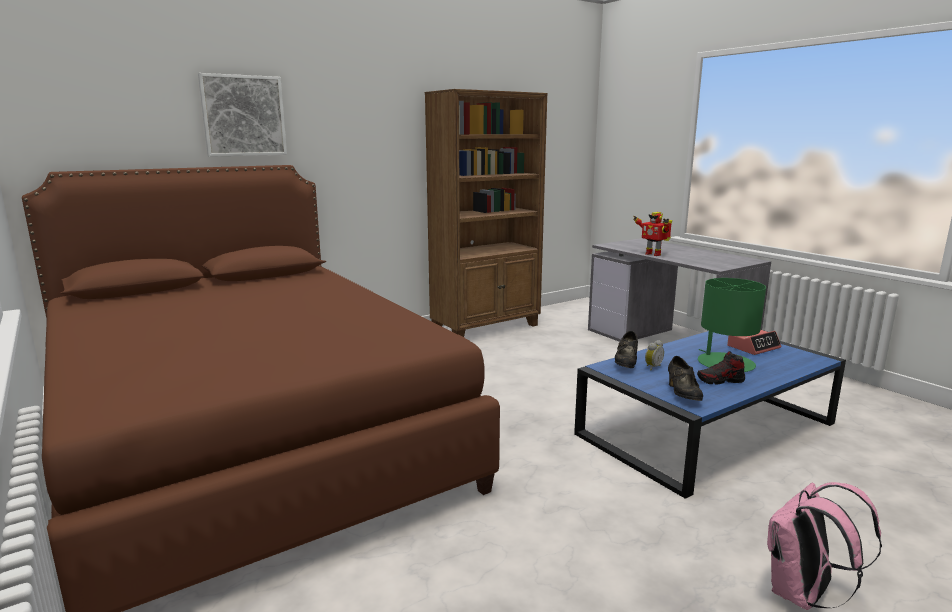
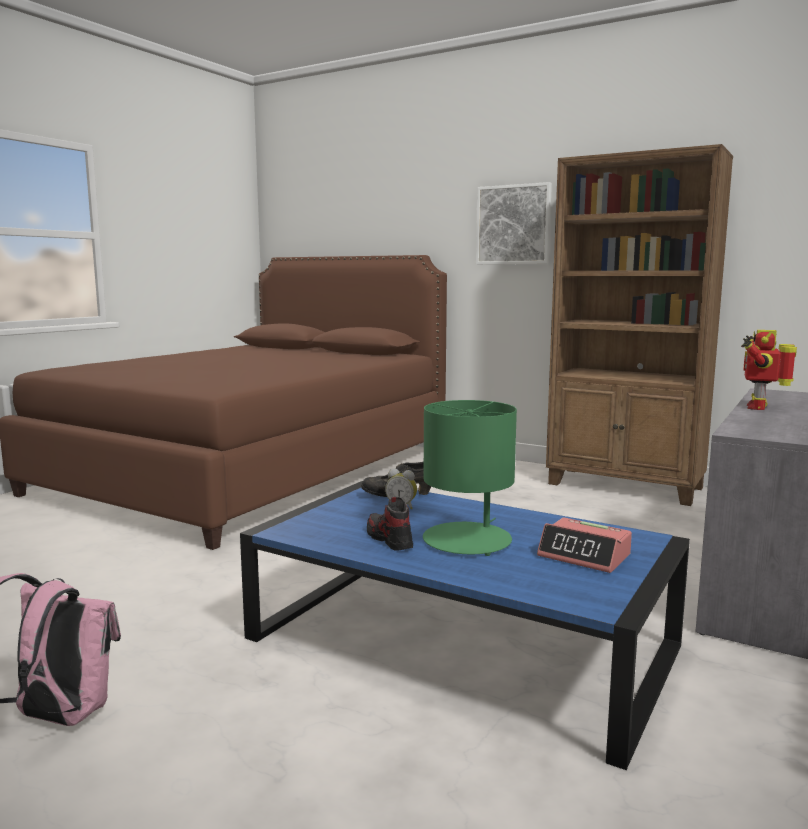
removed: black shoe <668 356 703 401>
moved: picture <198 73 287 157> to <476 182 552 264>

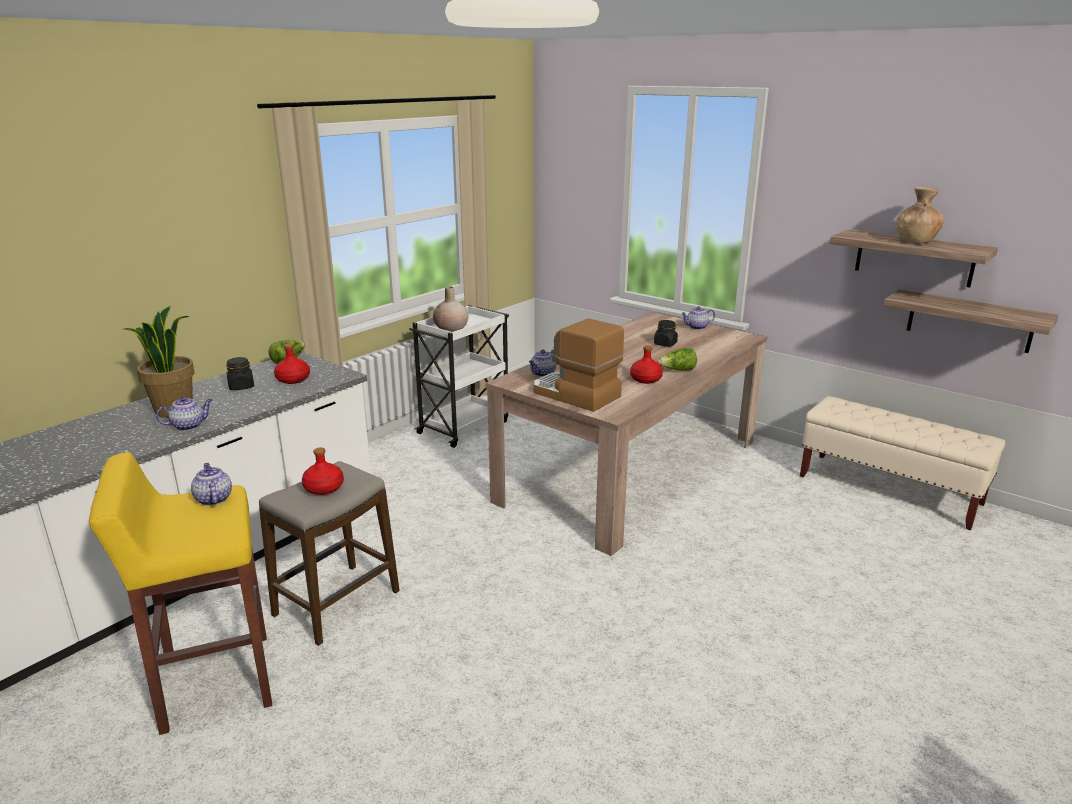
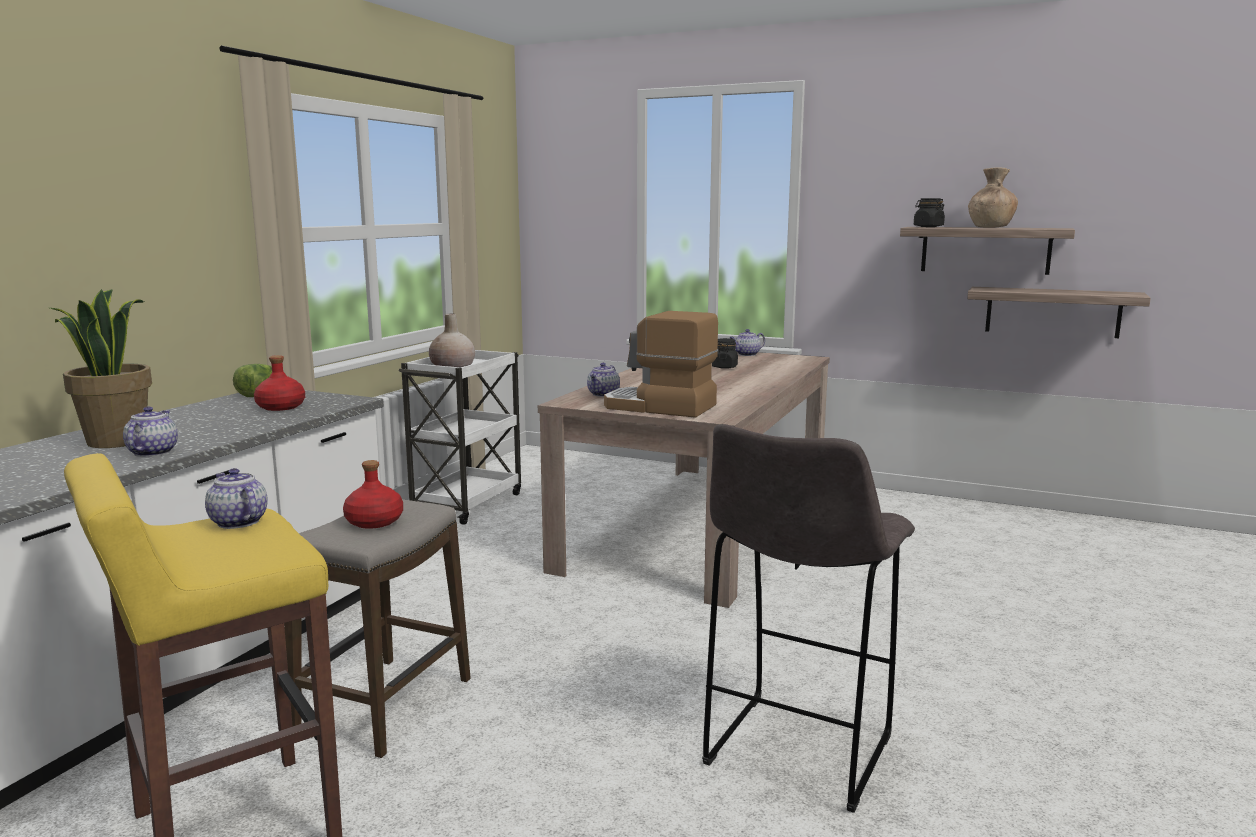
removed: red bottle <630 346 663 384>; lettuce <658 348 697 371>; beige bench <800 396 1005 530>
added: grey stool <702 424 915 813>
moved: black jar <226 357 254 390> to <914 198 945 227>
turned: teapot <156 397 212 431> = <123 406 178 457> 45 degrees counterclockwise

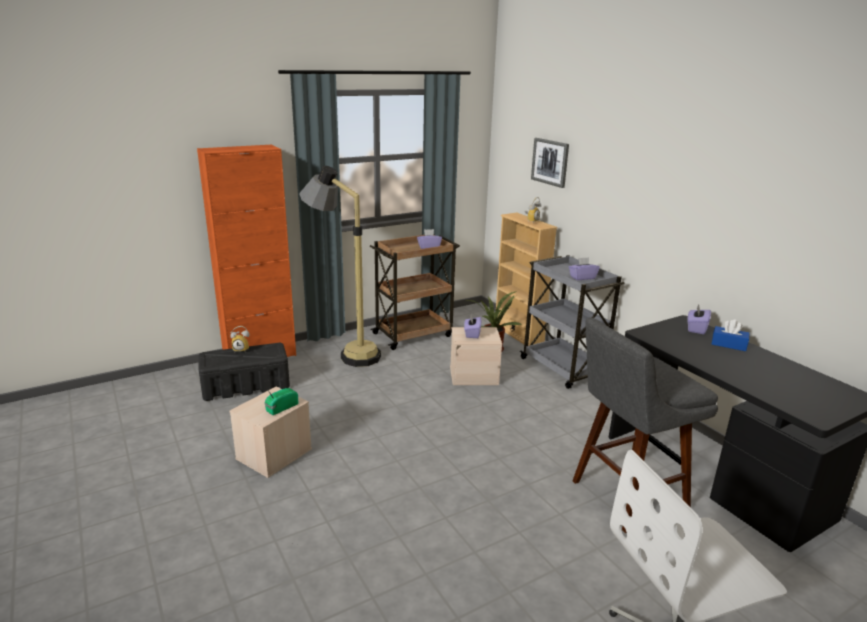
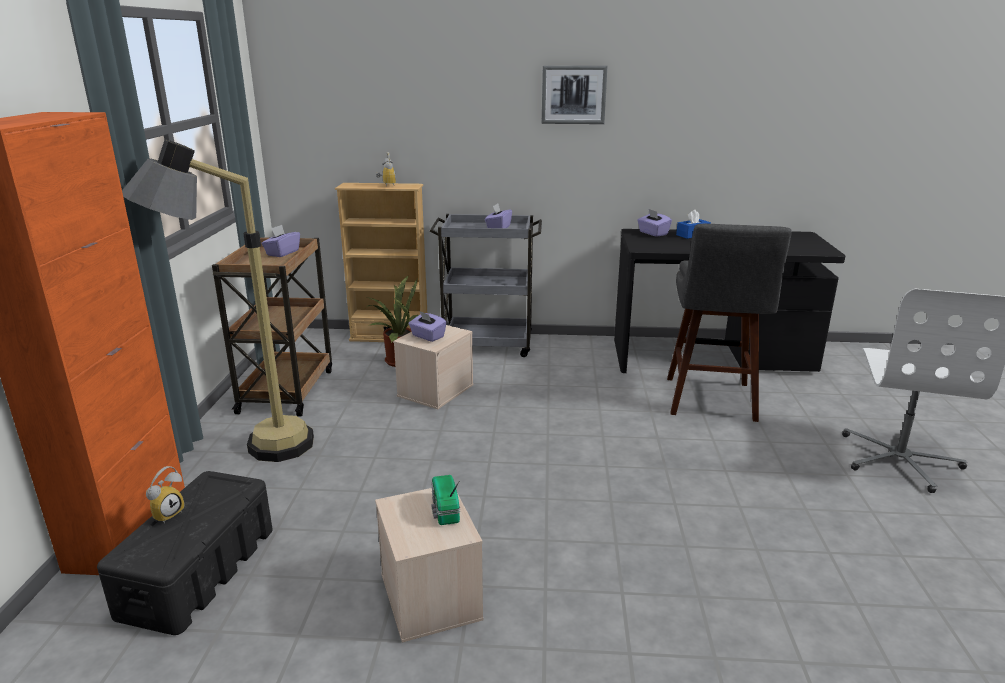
moved: picture <531 138 569 188> to <542 65 608 124>

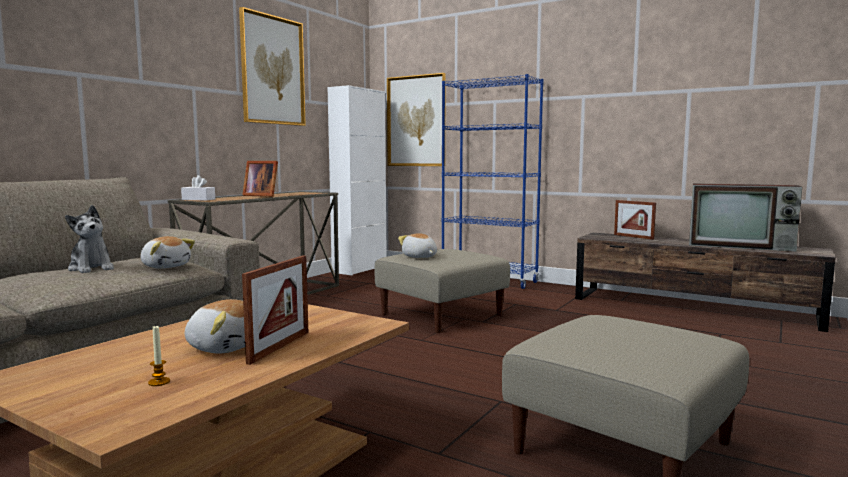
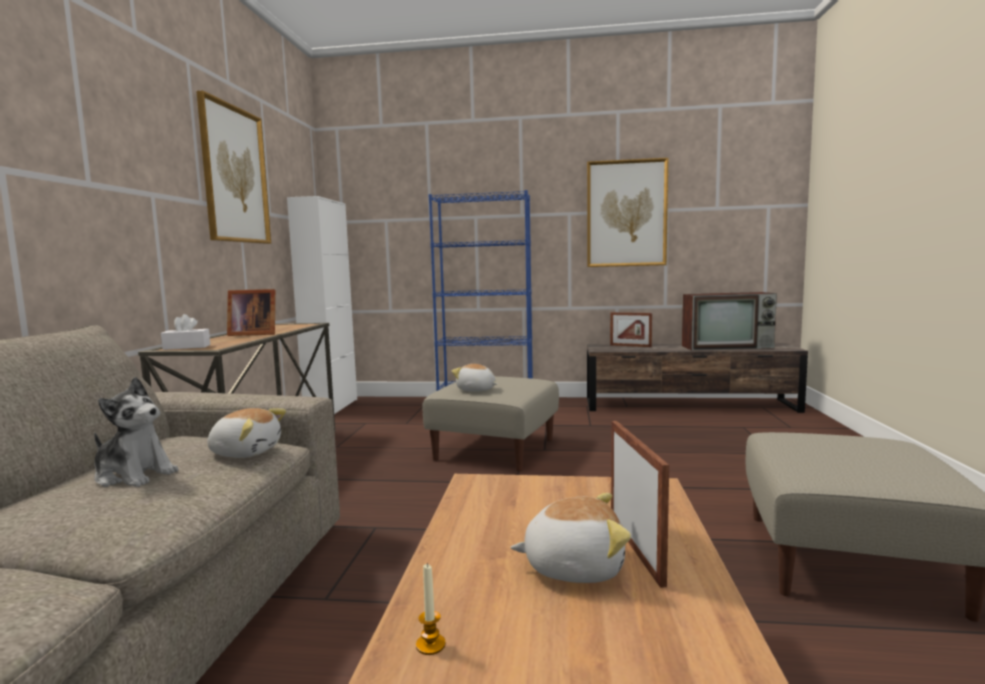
moved: candle <148 325 170 386> to <416 563 445 655>; picture <387 73 446 166> to <587 158 668 267>

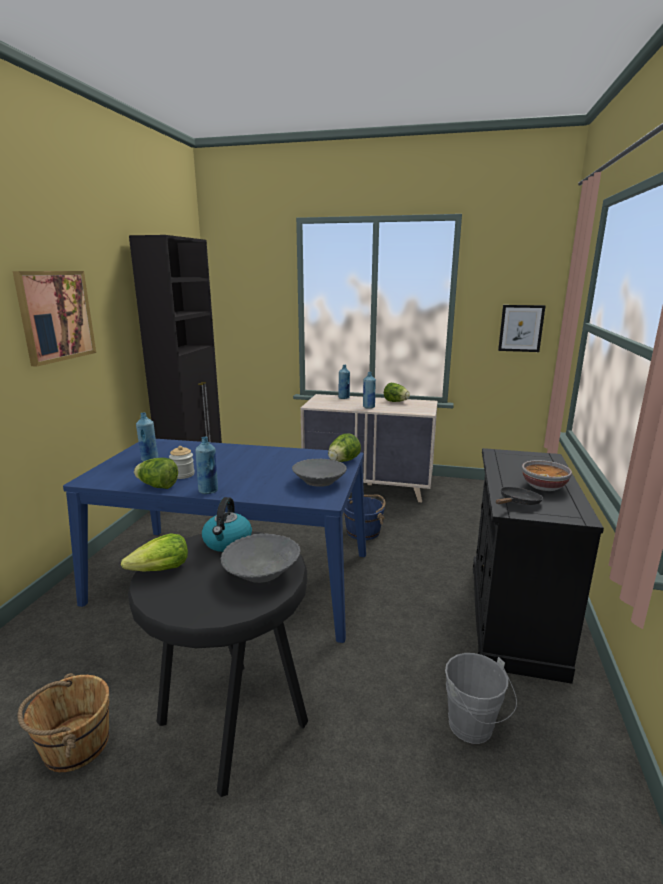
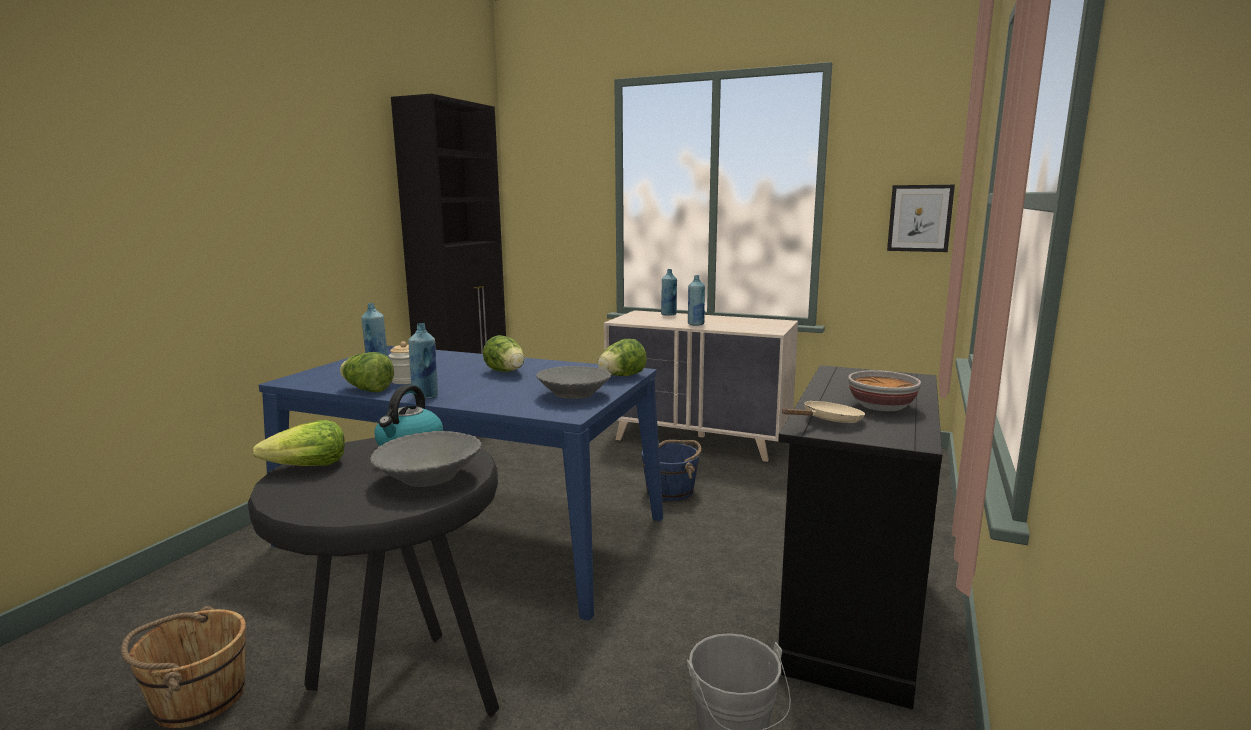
removed: picture <13 271 96 367>
moved: lettuce <384 383 410 402> to <483 335 524 372>
recoloured: black frying pan <496 487 543 505> to beige frying pan <782 401 865 423>

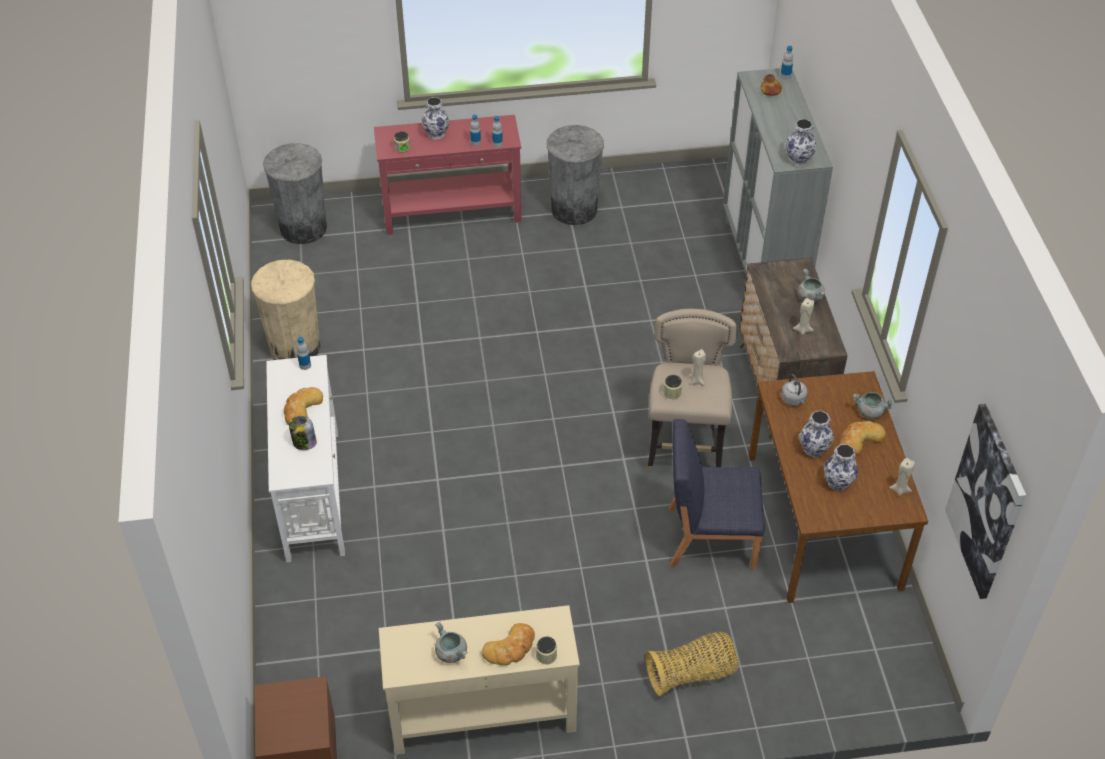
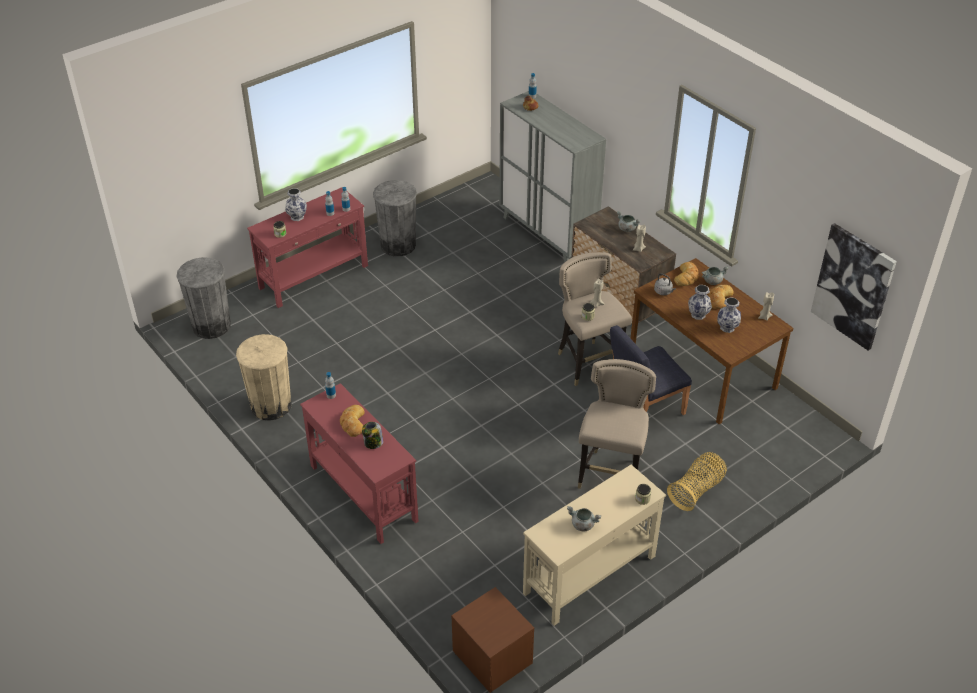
removed: vase <785 119 817 166>
added: beige stool <578 359 656 489>
moved: bread <481 623 535 666> to <674 262 699 286>
recoloured: white console table <266 355 345 562> to red console table <300 383 419 544>

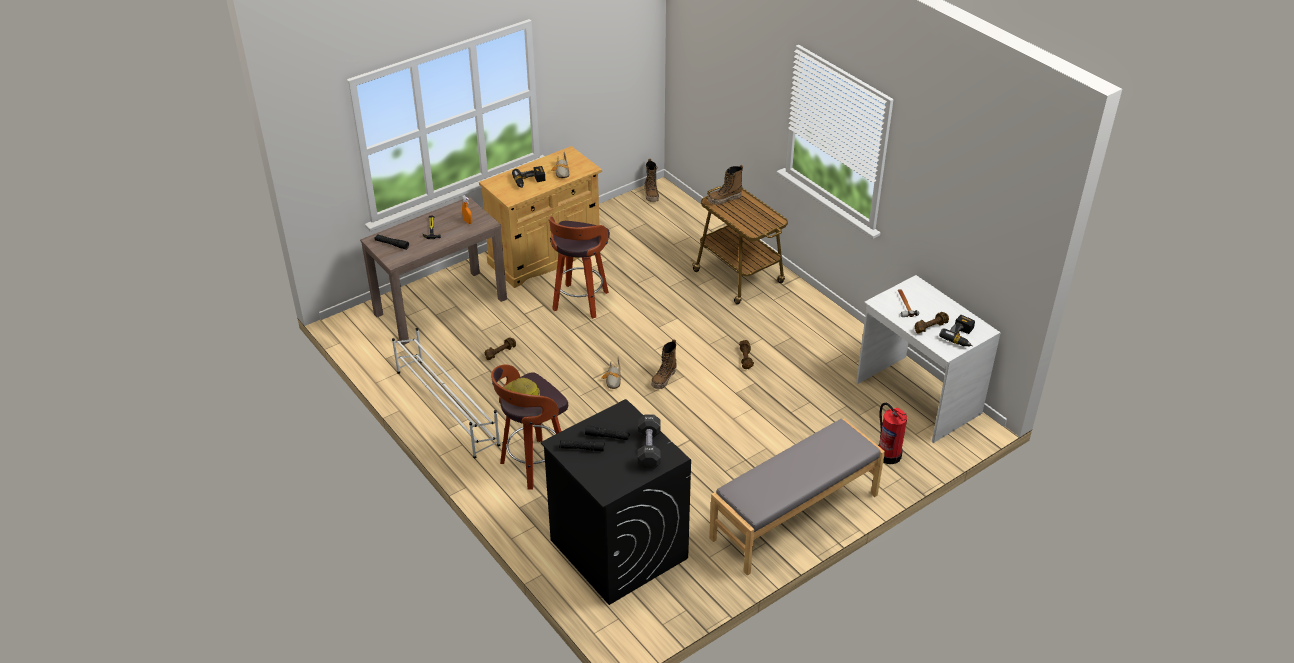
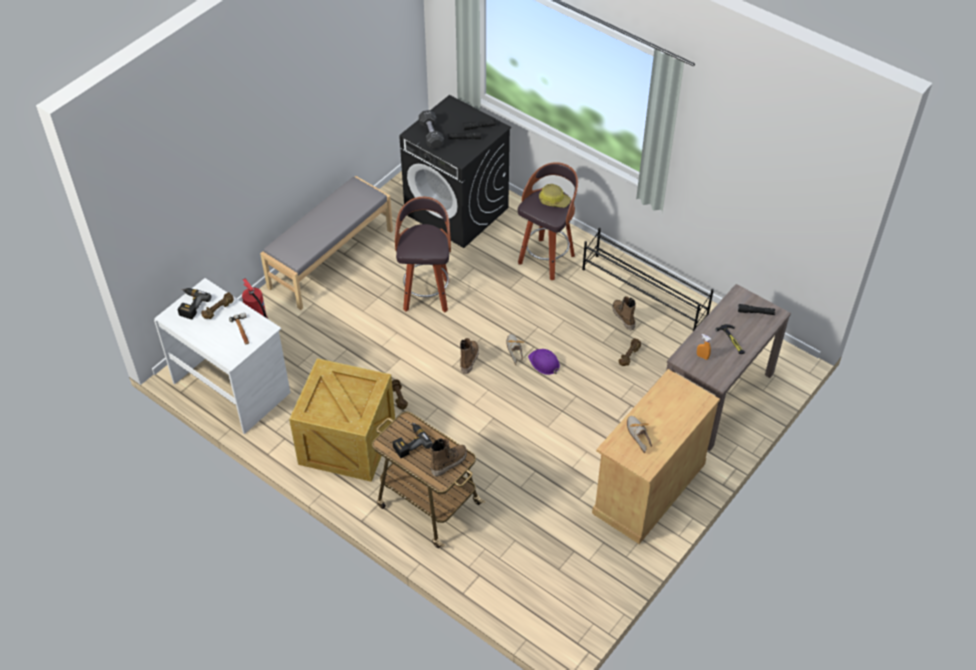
added: crate <289 358 395 482>; purple hard hat <528 349 560 375>
moved: power drill <512 166 545 188> to <393 422 433 458>; stool <549 216 610 319> to <395 197 451 312>; boot <644 159 659 202> to <612 296 636 330>
recoloured: white shoe rack <392 328 500 458> to black shoe rack <582 228 714 331>

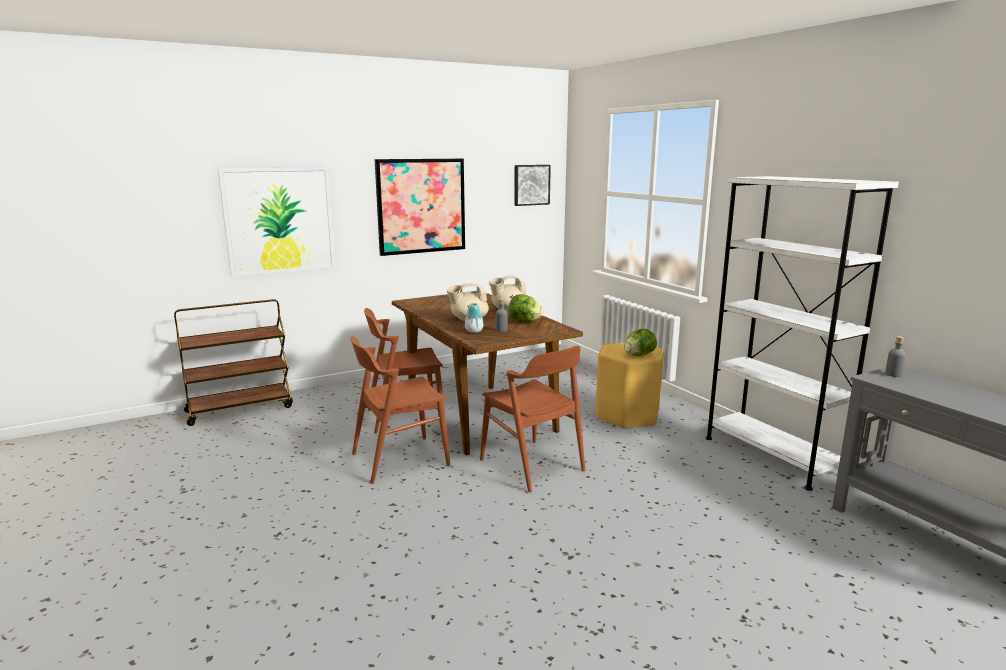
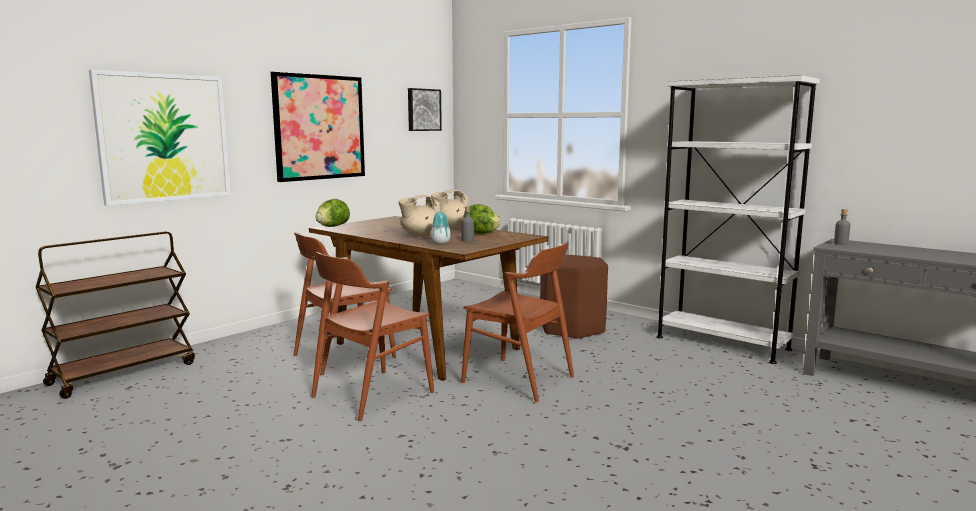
moved: lettuce <624 329 657 356> to <316 199 350 227>
recoloured: yellow stool <596 343 664 429> to brown stool <540 255 608 339>

